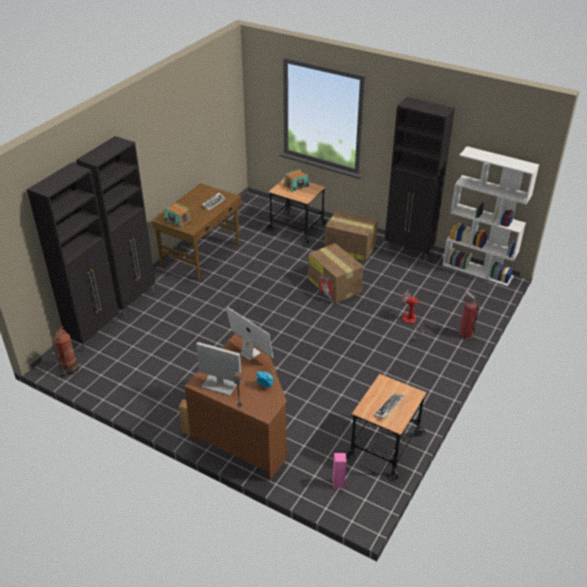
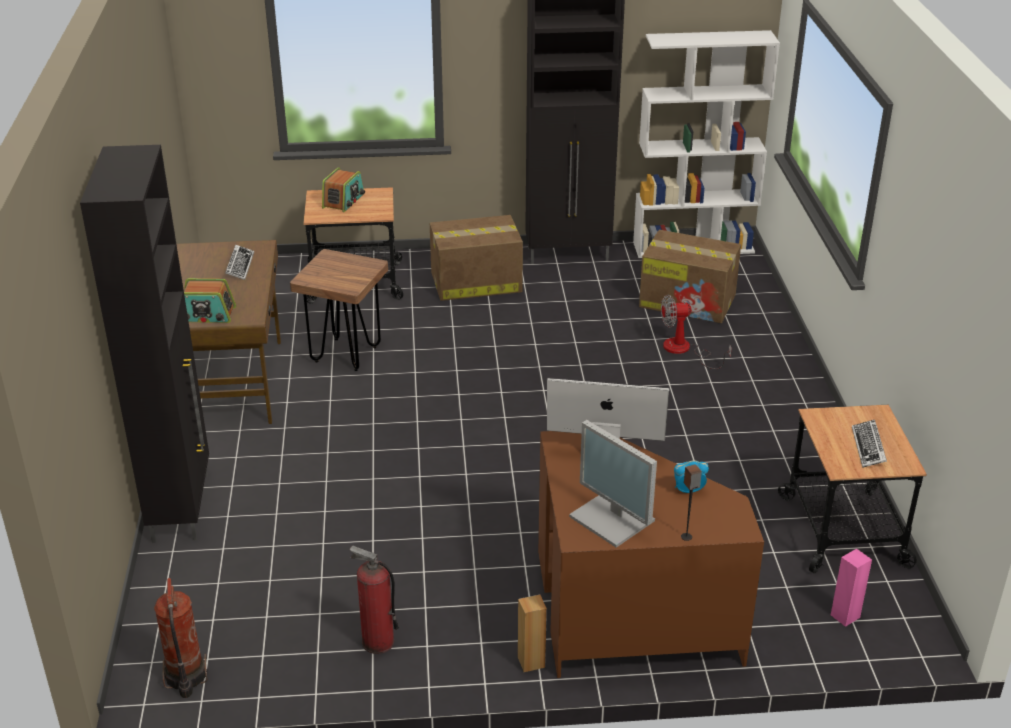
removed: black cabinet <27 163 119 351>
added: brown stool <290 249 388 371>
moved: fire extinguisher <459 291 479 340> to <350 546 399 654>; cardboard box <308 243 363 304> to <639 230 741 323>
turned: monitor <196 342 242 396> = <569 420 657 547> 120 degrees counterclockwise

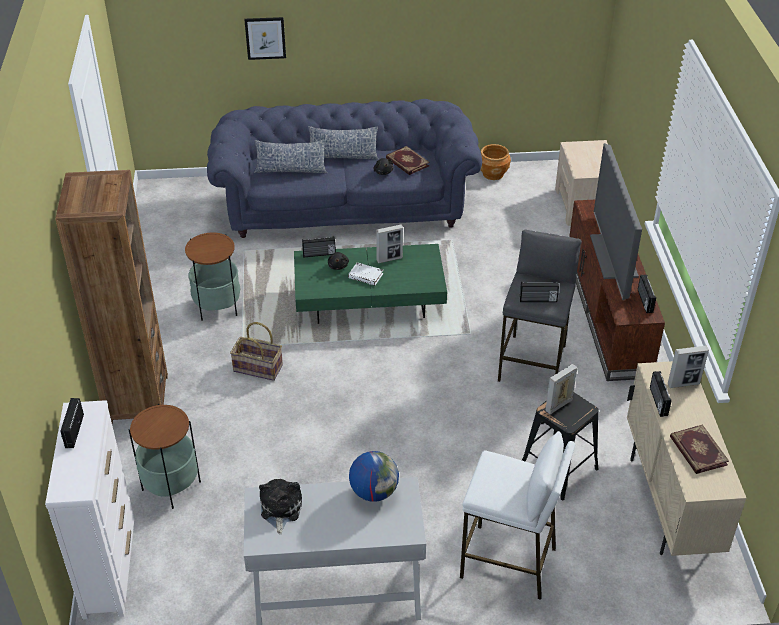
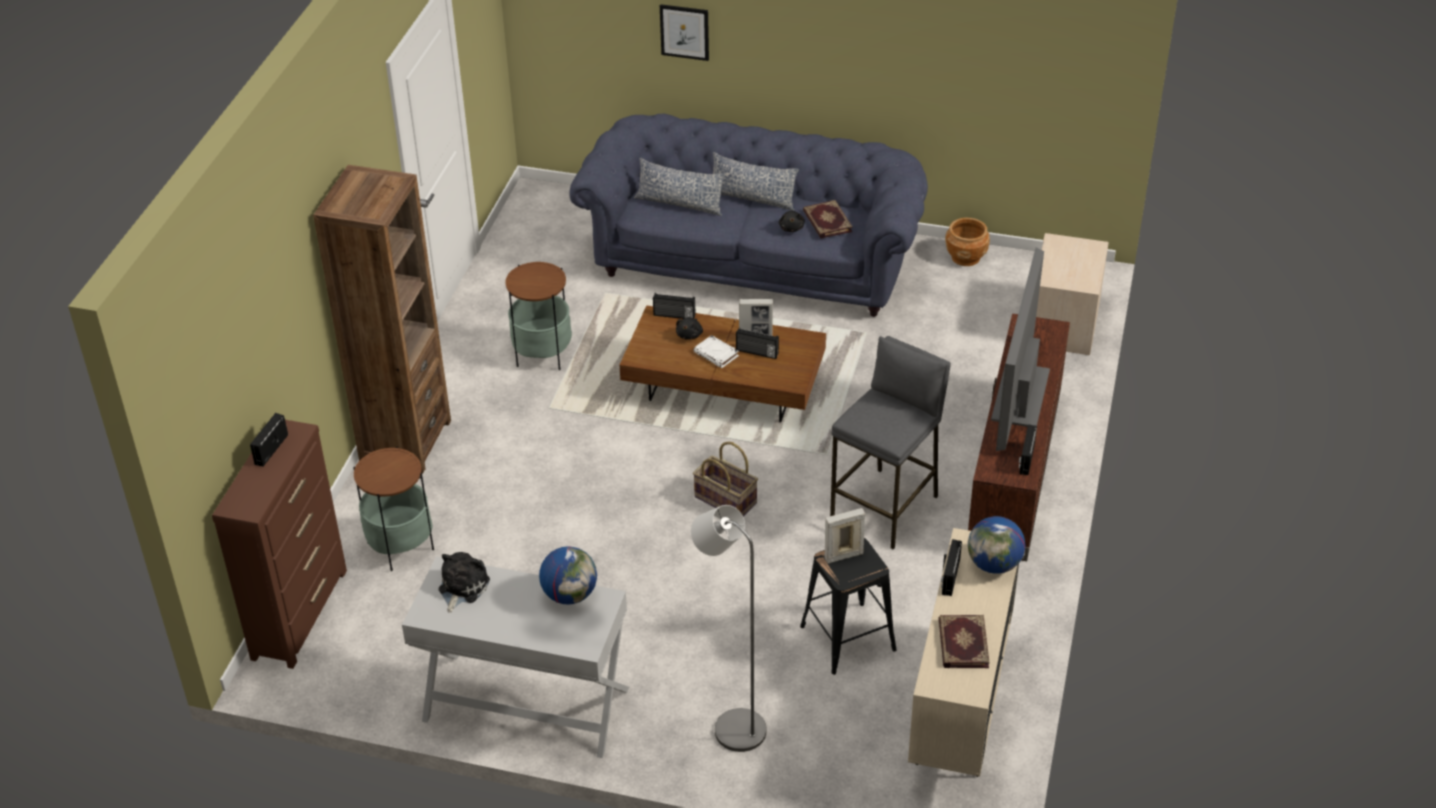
moved: basket <230 322 283 381> to <693 442 758 516>; radio <520 282 559 302> to <736 328 779 359>
replaced: white stool <460 431 575 600> to grey floor lamp <691 505 767 752>; picture frame <668 346 709 388> to globe <968 516 1025 574>
recoloured: white dresser <45 400 135 619> to brown dresser <212 420 347 669>; green coffee table <294 244 447 324> to brown coffee table <619 305 826 422>

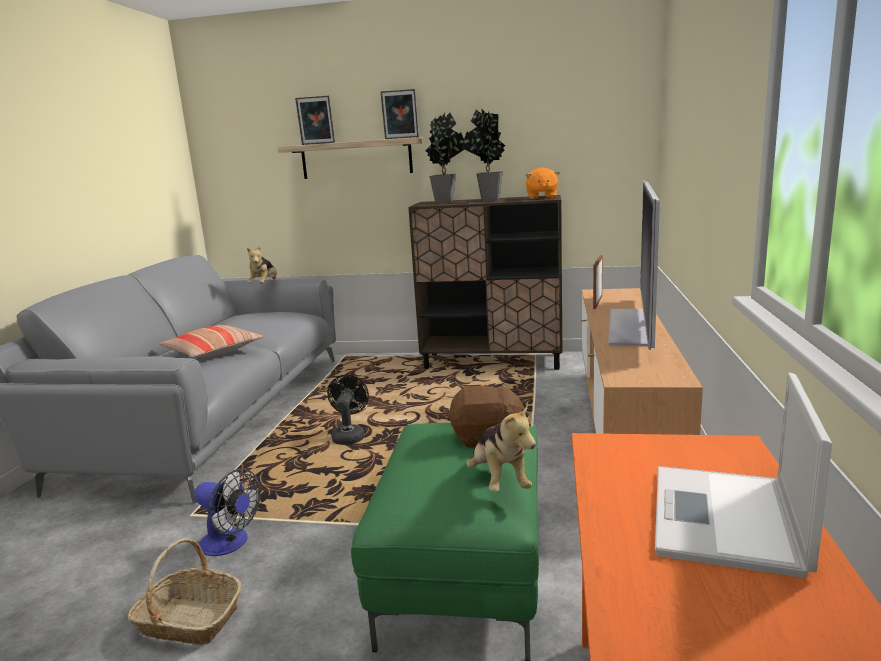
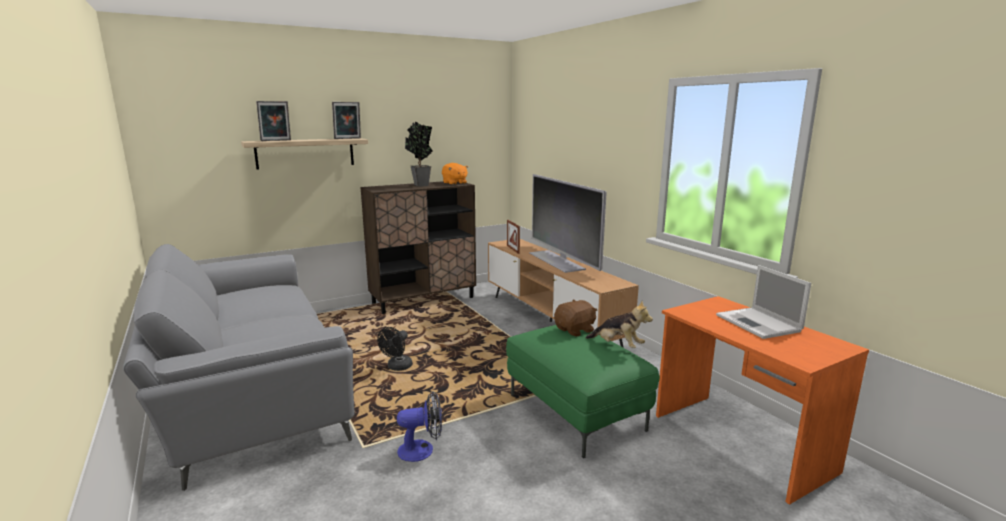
removed: basket <128 538 242 645>; pillow <159 325 264 357>; plush toy <247 245 277 283>; potted plant <425 112 465 203>
turned: black fan <327 375 369 445> = <377 327 412 371> 120 degrees counterclockwise

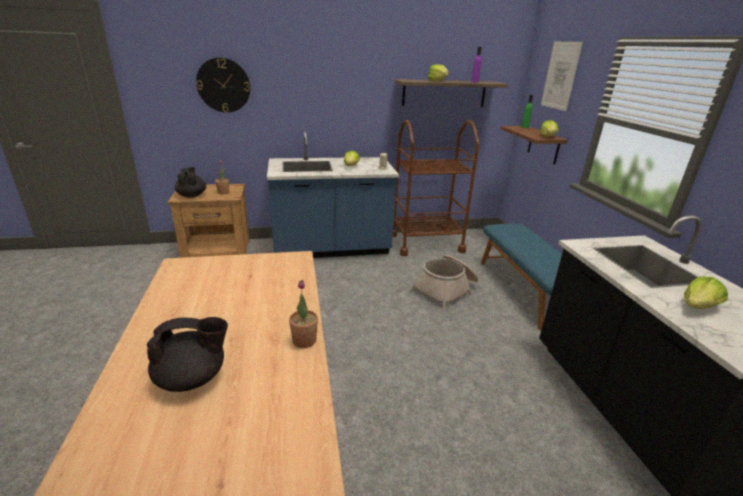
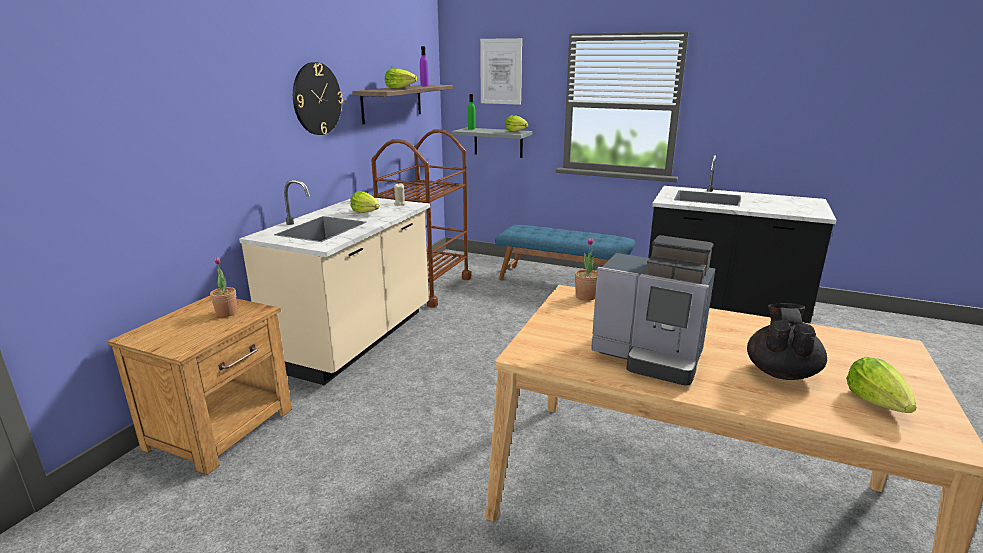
removed: black teapot <175 167 206 198>; basket <410 255 478 310>
added: coffee machine <591 235 715 386>
moved: wall clock <196 58 250 113> to <293 62 343 135>; potted plant <289 280 318 348> to <575 237 597 301>; lettuce <684 277 728 309> to <846 357 917 413>
recoloured: blue counter <267 131 399 258> to beige counter <239 179 430 385>; brown shelf <501 126 568 165> to grey shelf <452 128 532 158>

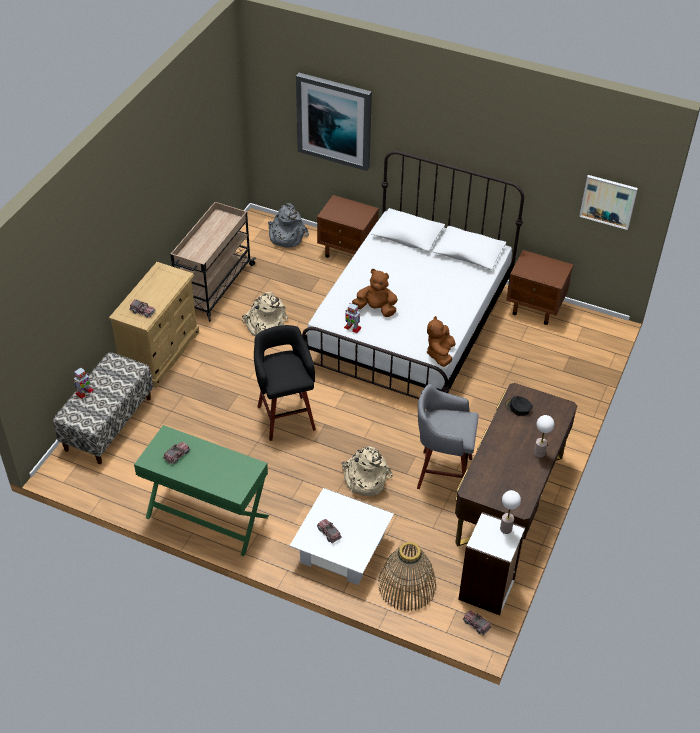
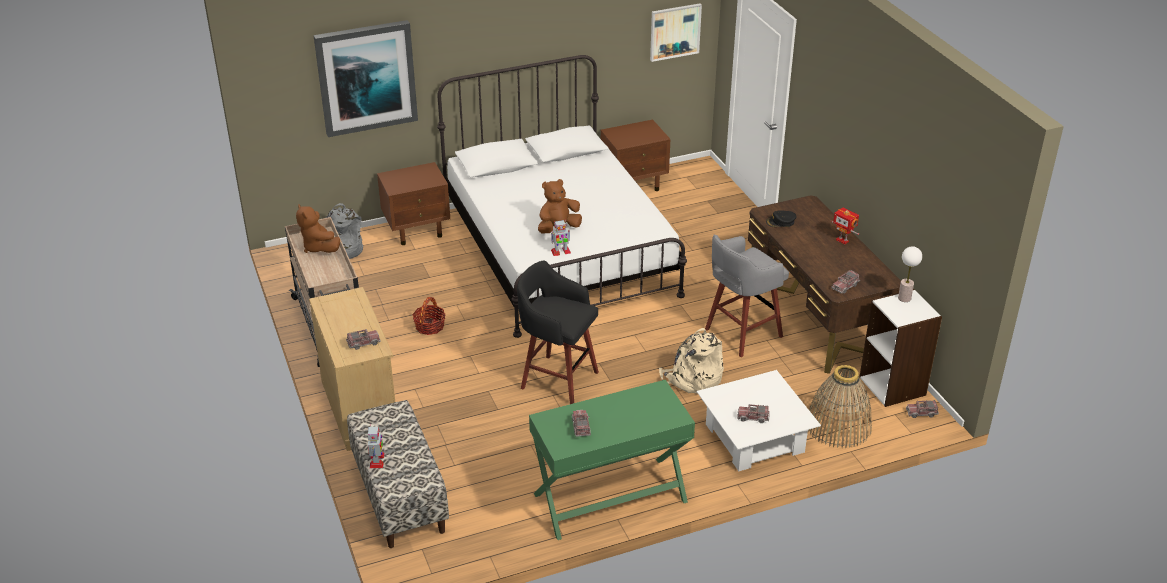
added: toy truck <831 270 860 294>
moved: brown plush toy <427 316 456 367> to <296 204 340 253>
replaced: beige backpack <242 292 288 336> to basket <412 297 446 335>; table lamp <534 415 554 458> to toy robot <831 208 859 244>

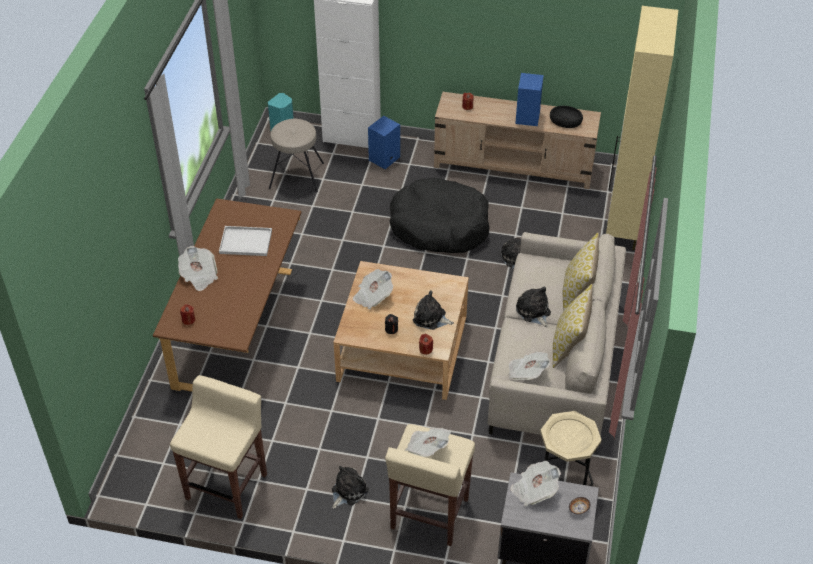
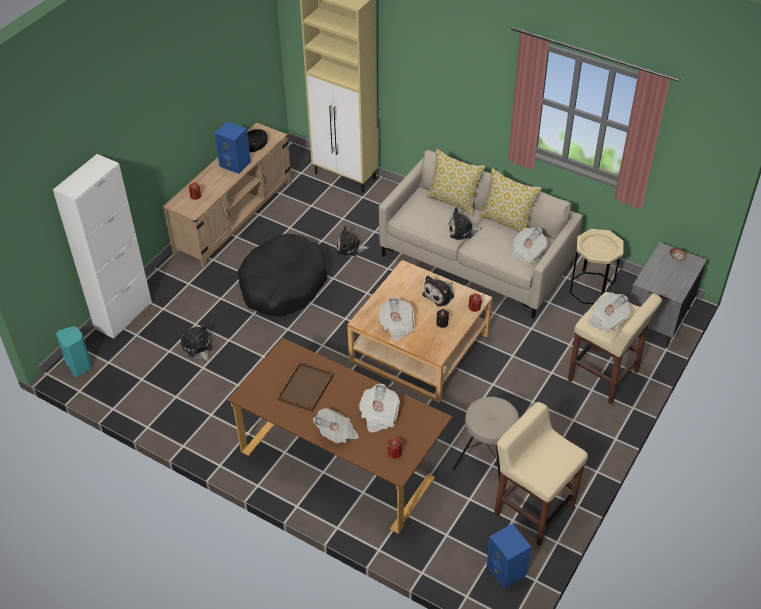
moved: plush toy <332 466 369 509> to <181 325 213 361>; newspaper <510 461 561 506> to <359 384 400 433>; beige stool <269 119 324 192> to <453 397 519 480>; blue speaker <368 116 400 169> to <487 524 531 588>
recoloured: white tray <219 226 272 256> to brown tray <278 362 334 412>

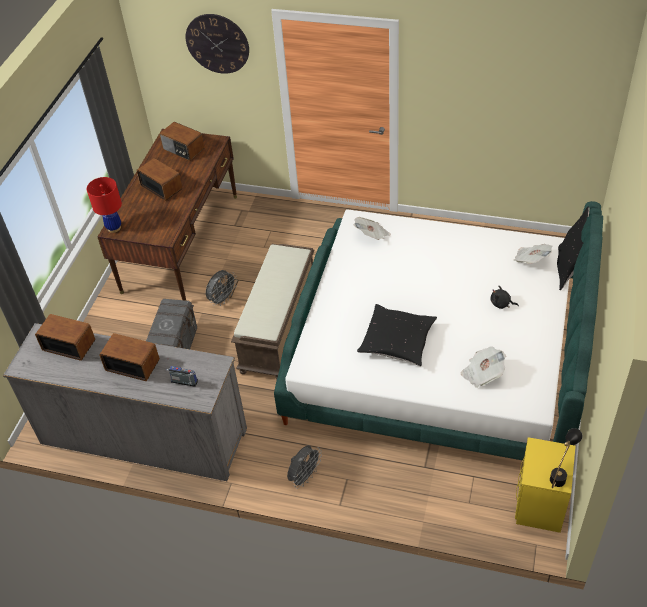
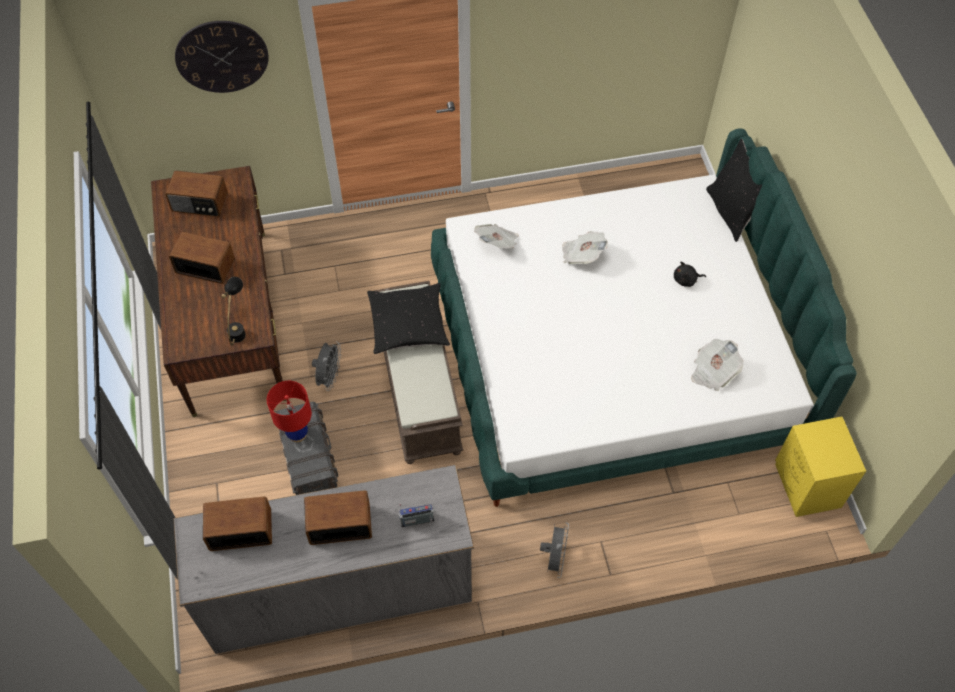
moved: black table lamp <550 428 583 488> to <221 277 246 346>; red table lamp <87 177 122 233> to <267 381 312 442>; black pillow <357 304 437 366> to <367 283 450 354>; newspaper <513 244 552 263> to <562 231 608 264>

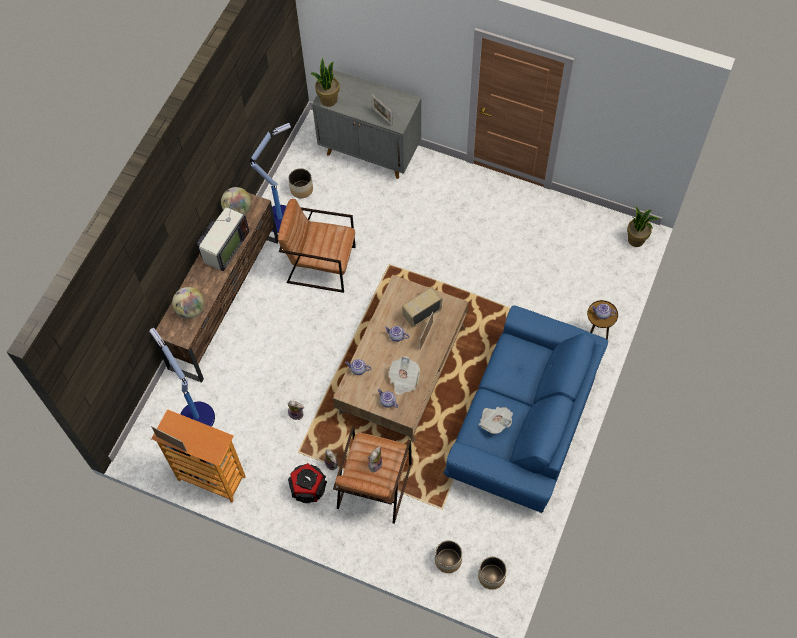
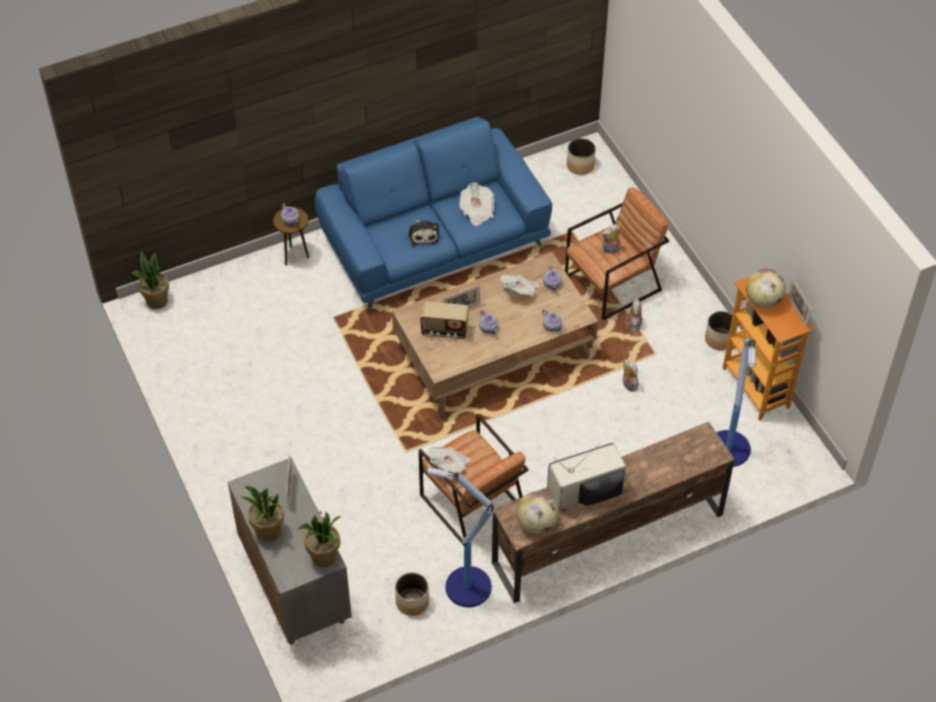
removed: speaker <288 463 327 503>
added: potted plant <240 486 284 541>; plush toy <409 219 439 246>; newspaper <428 446 471 473>
moved: planter <435 540 462 573> to <705 311 738 350>; globe <172 287 205 319> to <746 268 786 308>

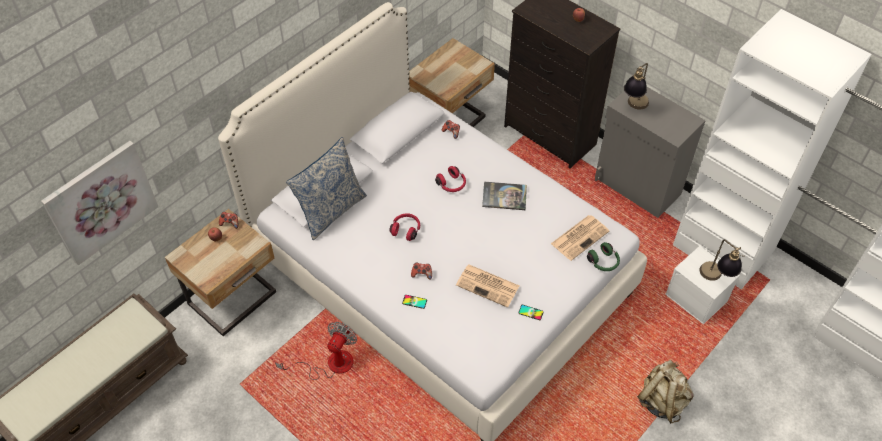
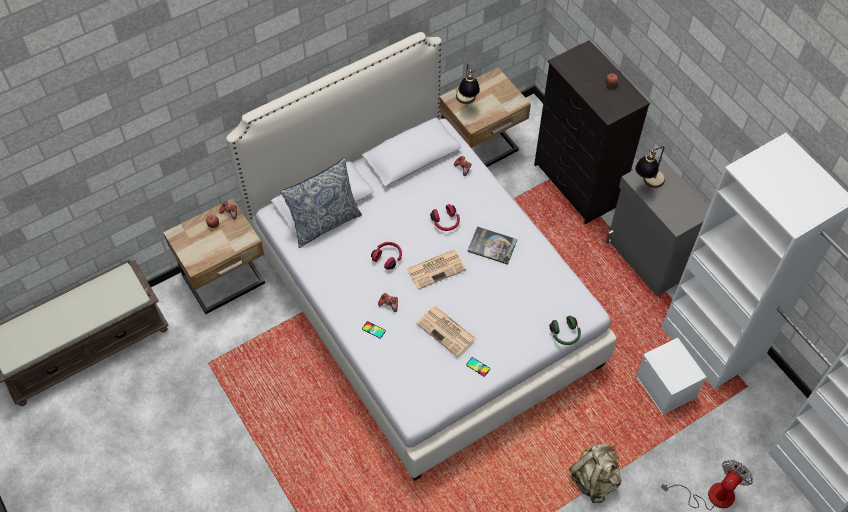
removed: picture <41 141 158 265>
moved: newspaper <551 215 609 261> to <407 250 466 290>; table lamp <699 239 745 281> to <456 63 480 104>; fan <275 322 357 380> to <661 460 753 510>

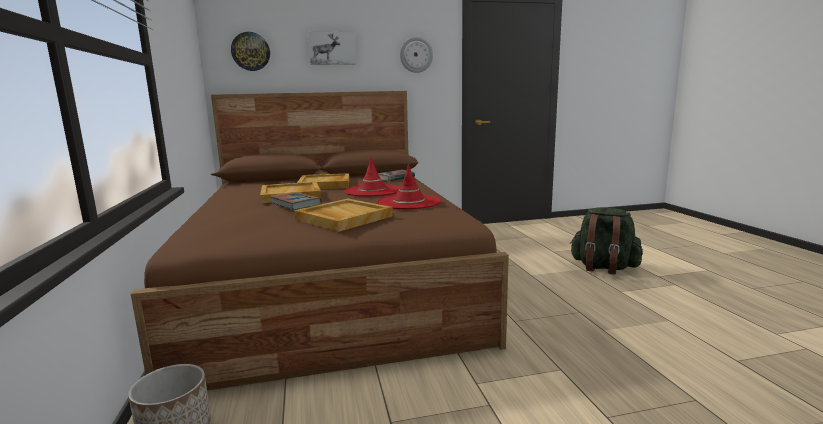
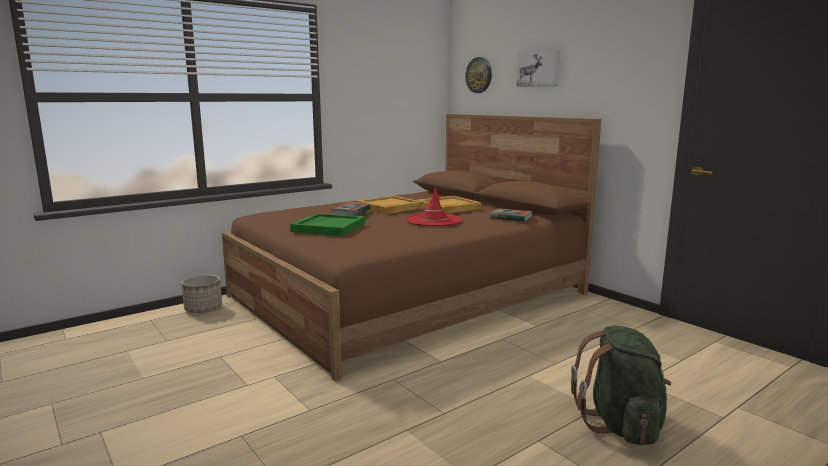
removed: red hat <376 163 441 209>; wall clock <400 37 433 73>
recoloured: beige tray <294 199 393 232> to green tray <290 213 365 236>

